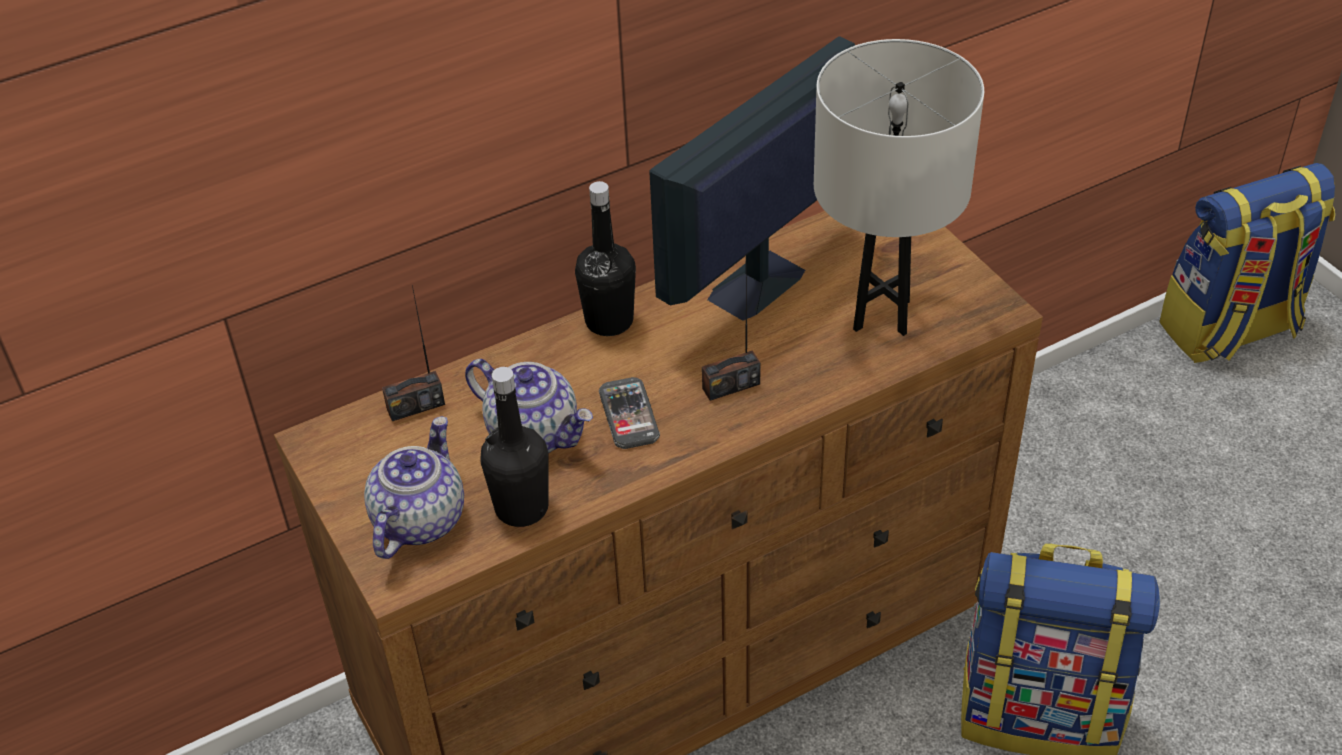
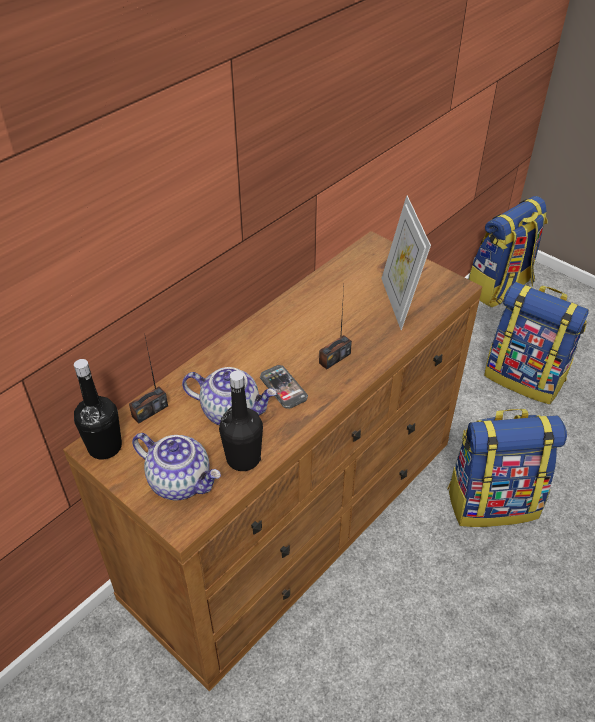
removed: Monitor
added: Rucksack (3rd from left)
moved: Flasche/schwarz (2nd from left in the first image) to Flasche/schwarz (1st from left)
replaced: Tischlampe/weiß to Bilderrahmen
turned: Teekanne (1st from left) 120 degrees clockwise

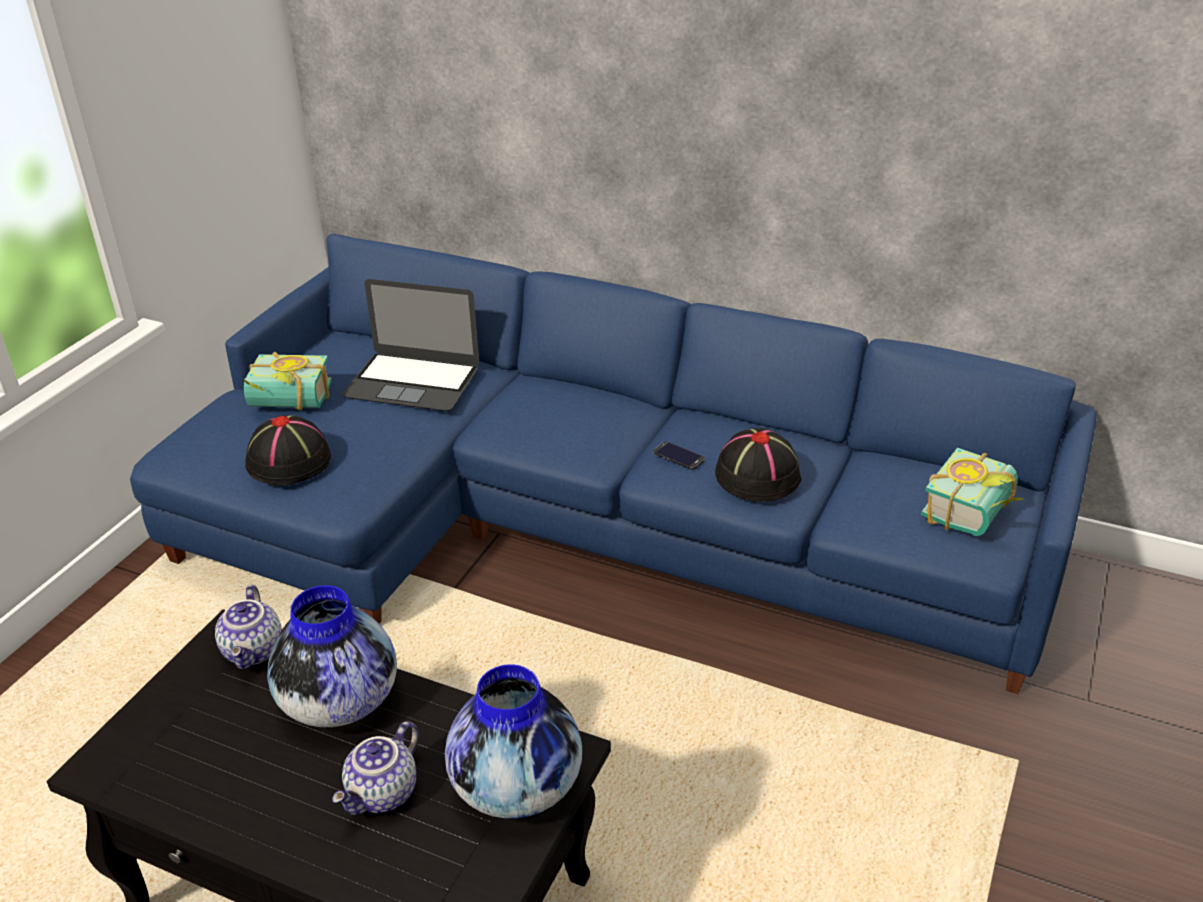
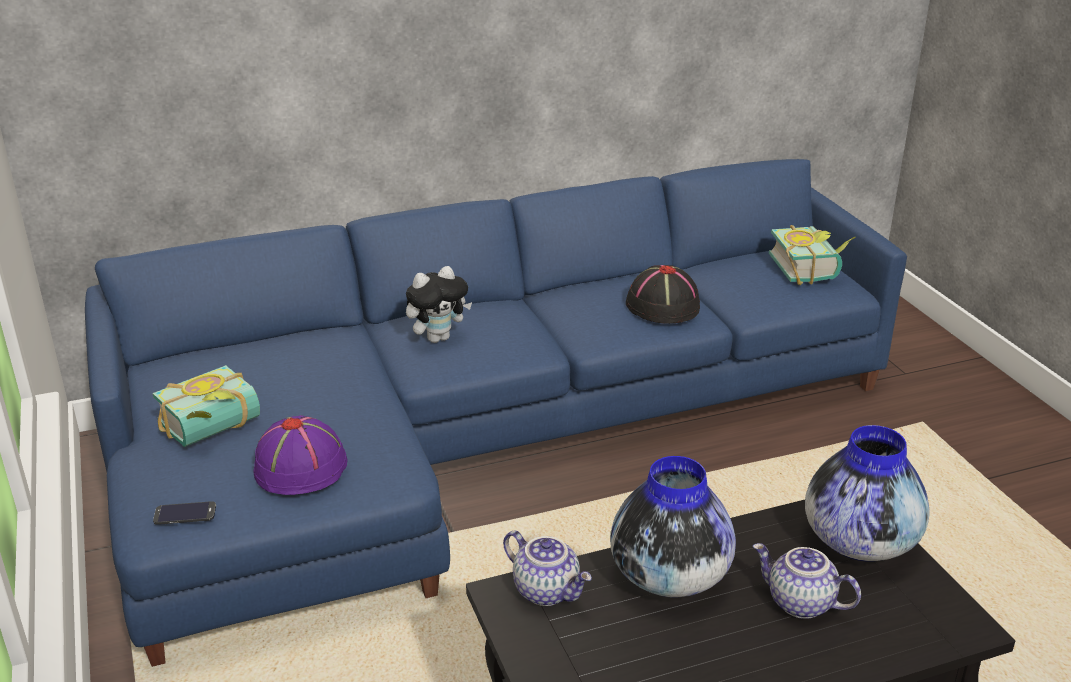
removed: Laptop
added: Plüschtier
moved: Handy
recoloured: Hut/schwarz (1st from left) to Hut/lila
turned: Teekanne (2nd from left) 135 degrees clockwise

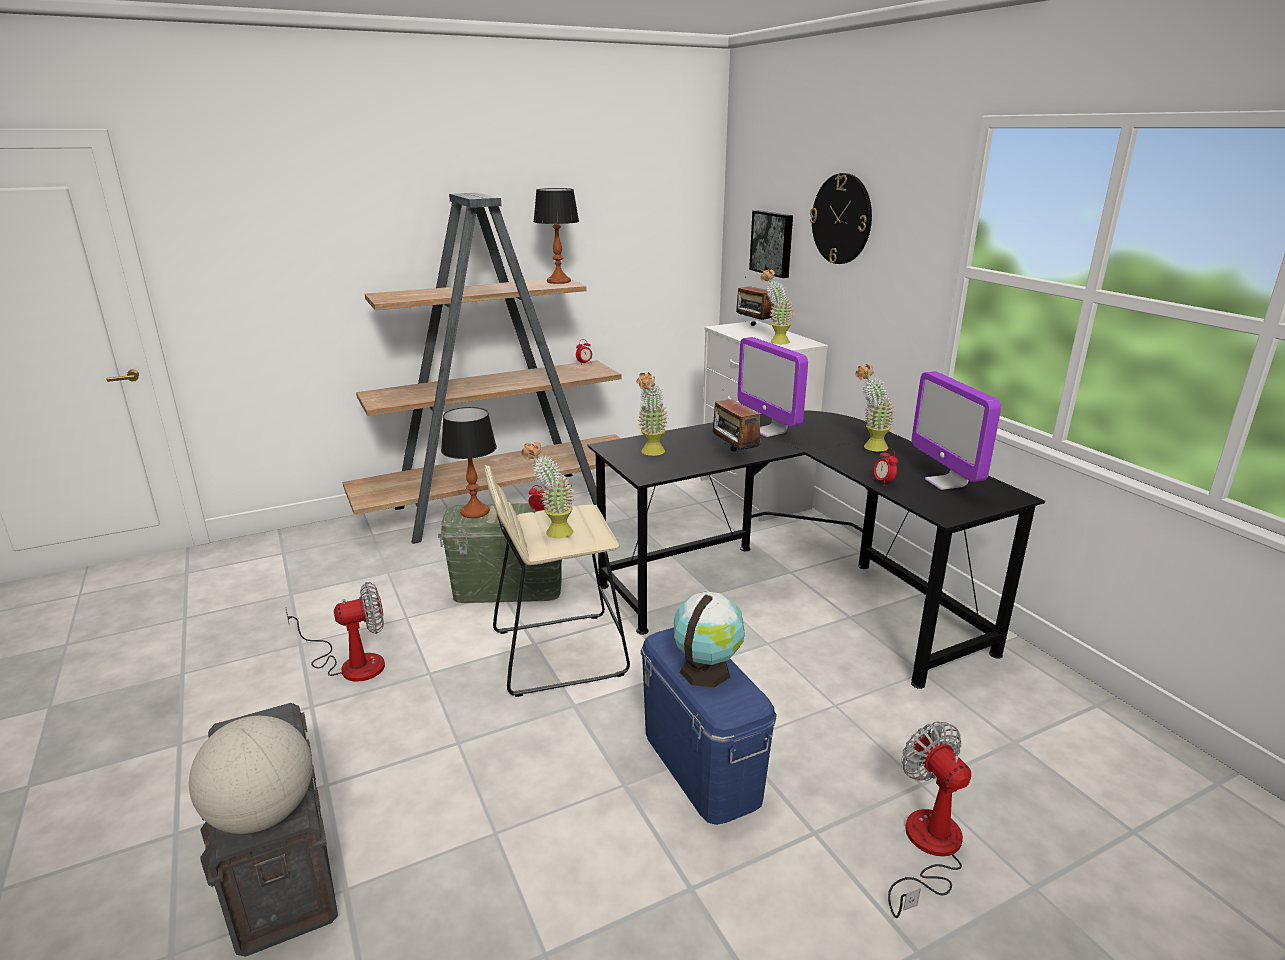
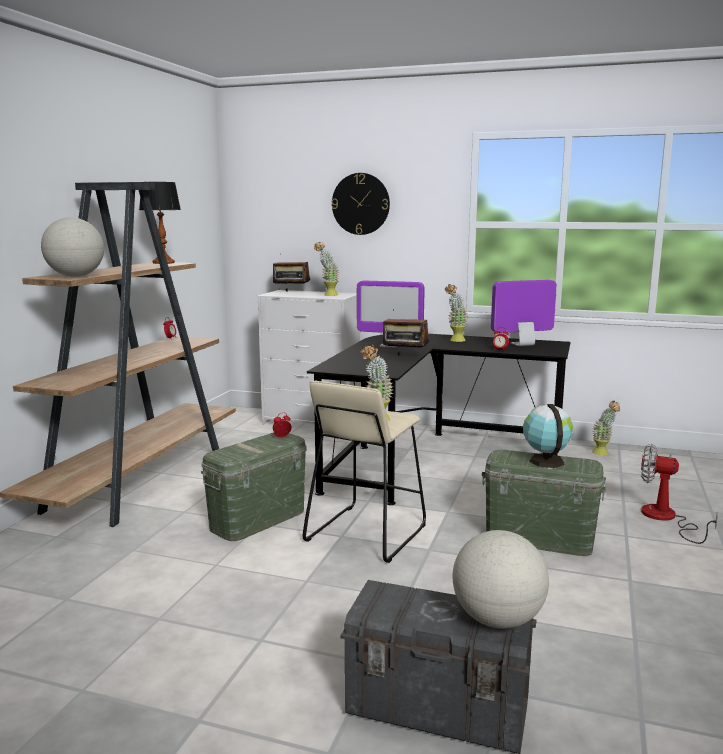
removed: Ventilator (1st from left); Tischlampe (1st from left); Bild
added: Globus (1st from left)
moved: Topfpflanze (2nd from left in the first image) to Topfpflanze (4th from left)
recoloured: Aufbewahrungsbox/blau to Aufbewahrungsbox/grün (2nd from left)
turned: Monitor (2nd from left) 135 degrees clockwise

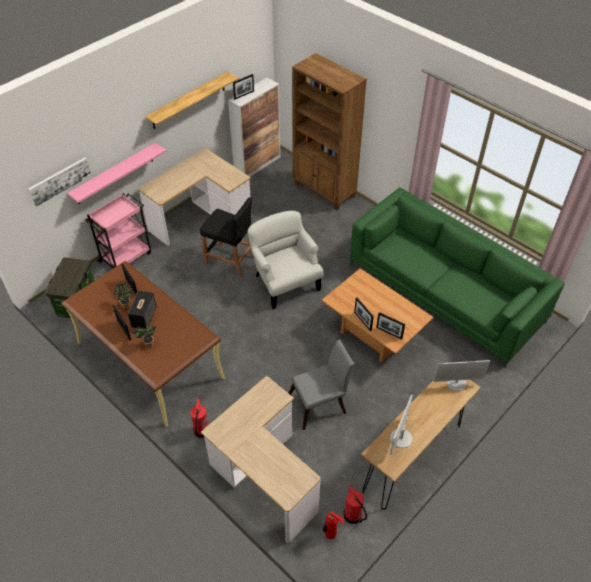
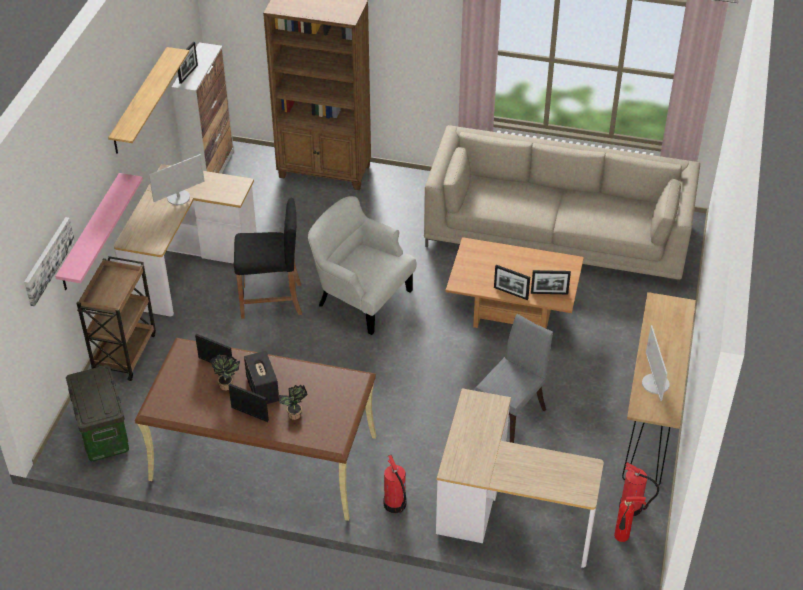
moved: Monitor (2nd from left in the first image) to Monitor (1st from left)
recoloured: Rollwagen/rosa to Rollwagen/braun; Sofa/grün to Sofa/beige

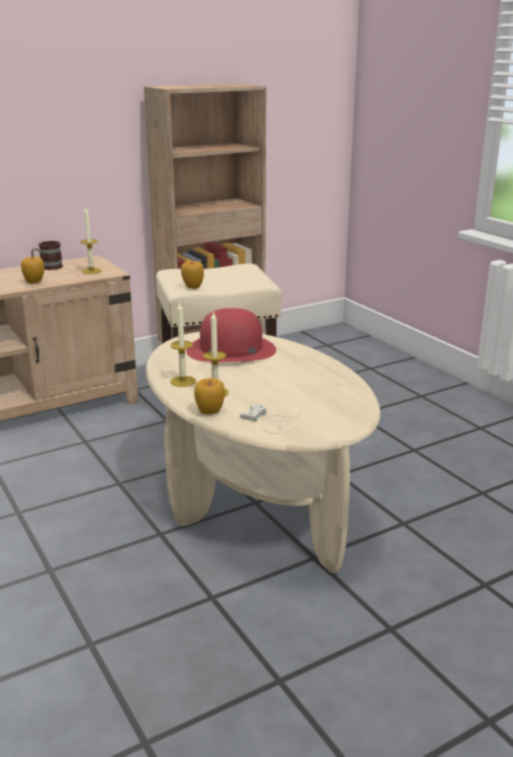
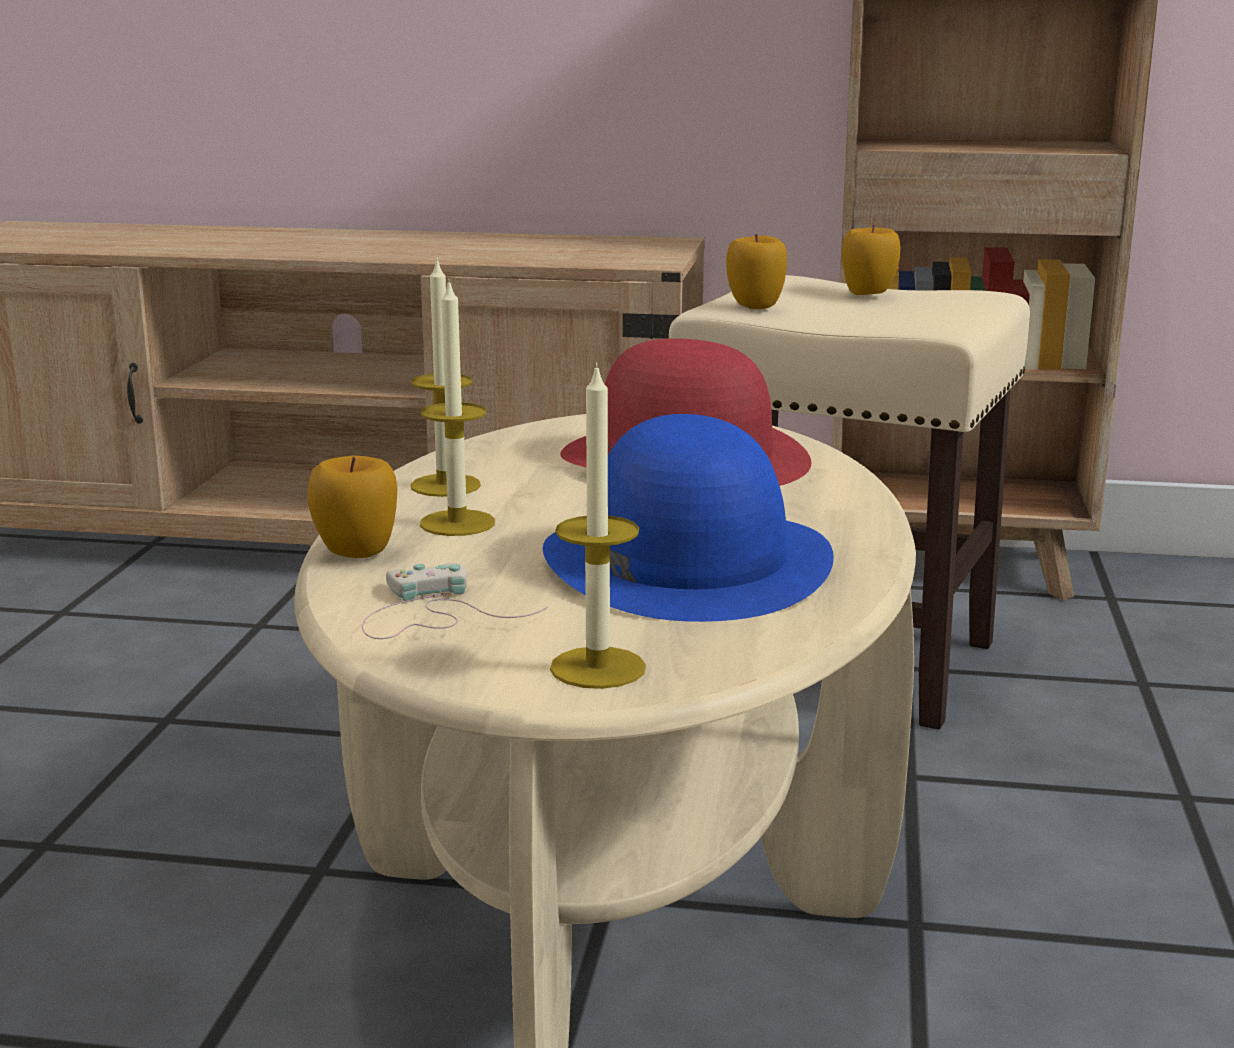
removed: Henkelbecher
added: Hut/blau
moved: Apfel (1st from left in the first image) to Apfel (3rd from left); Kerze (1st from left in the first image) to Kerze (3rd from left)

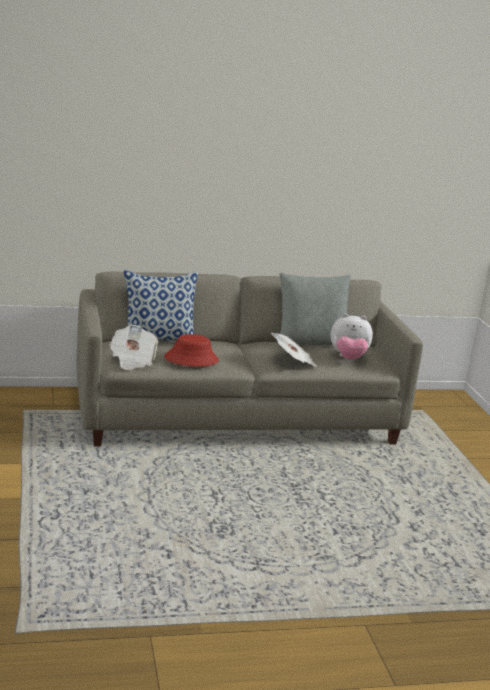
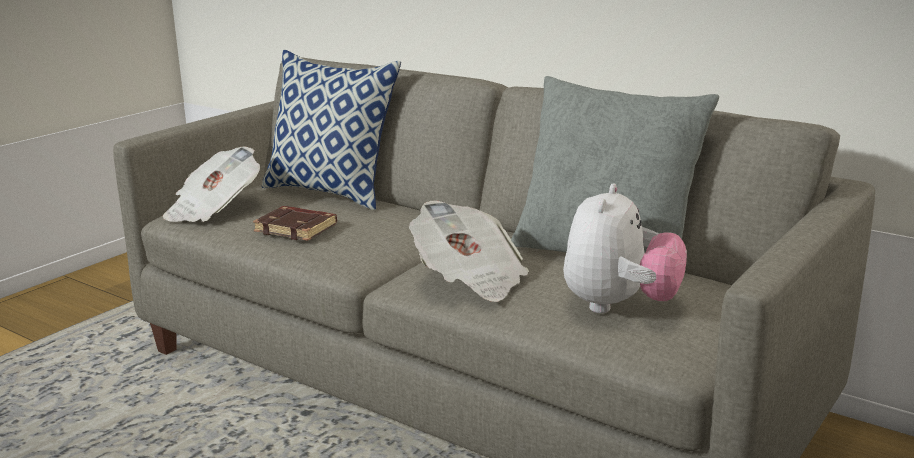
replaced: Hut/rot to Buch/braun
turned: Plüschtier 120 degrees counterclockwise

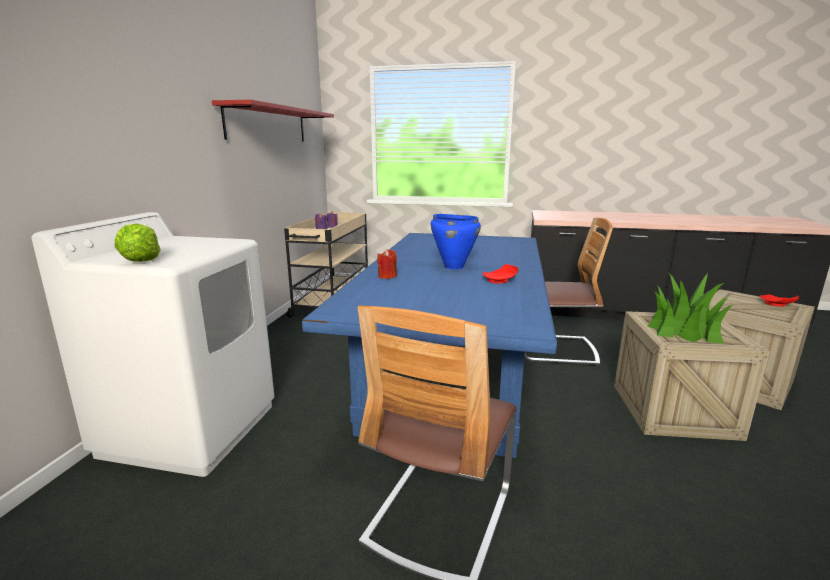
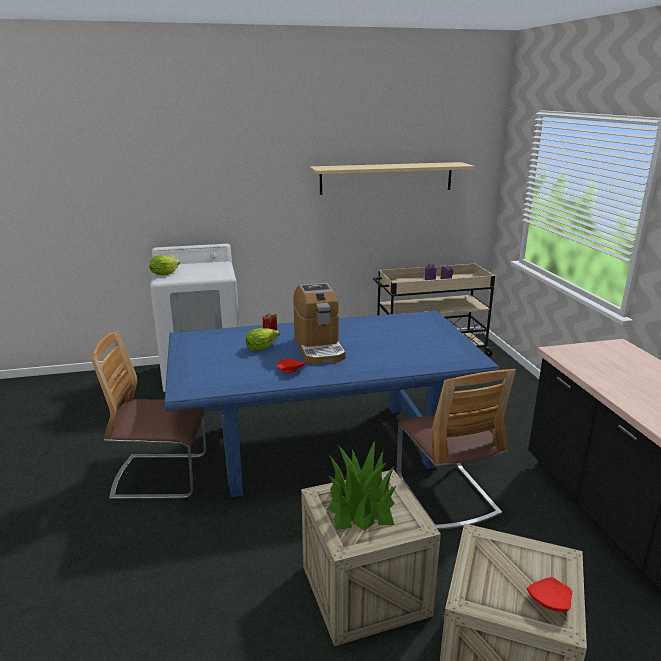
added: Salatkopf (2nd from left)
replaced: Kochtopf/blau to Kaffeemaschine
recoloured: Wandregal/rot to Wandregal/beige

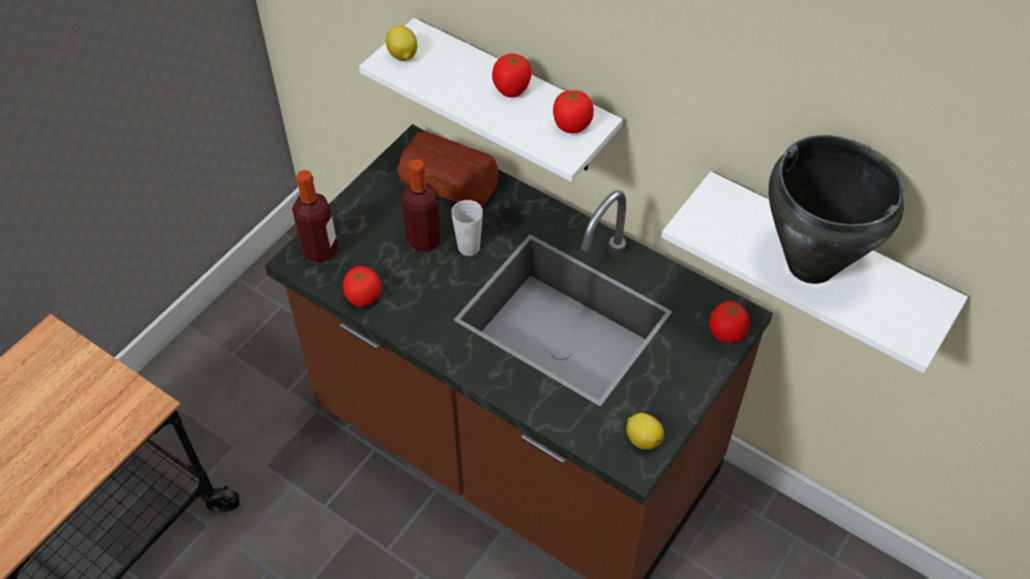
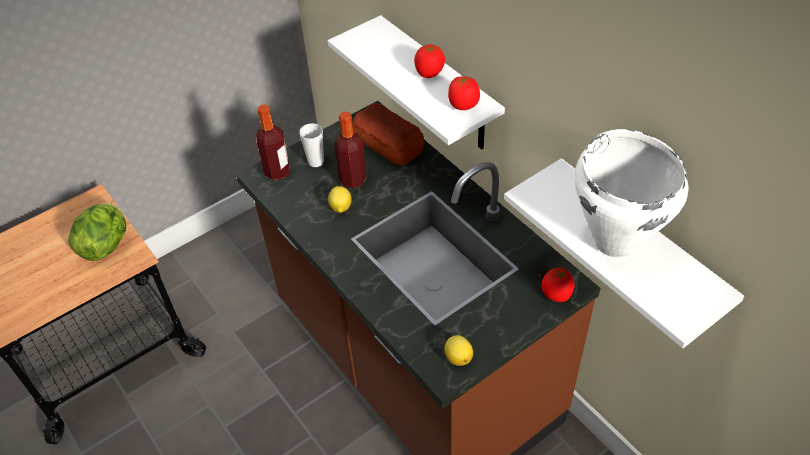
removed: Tomate (1st from left)
added: Salatkopf
moved: Zitrone (1st from left); Tasse
recoloured: Kochtopf/schwarz to Kochtopf/weiß

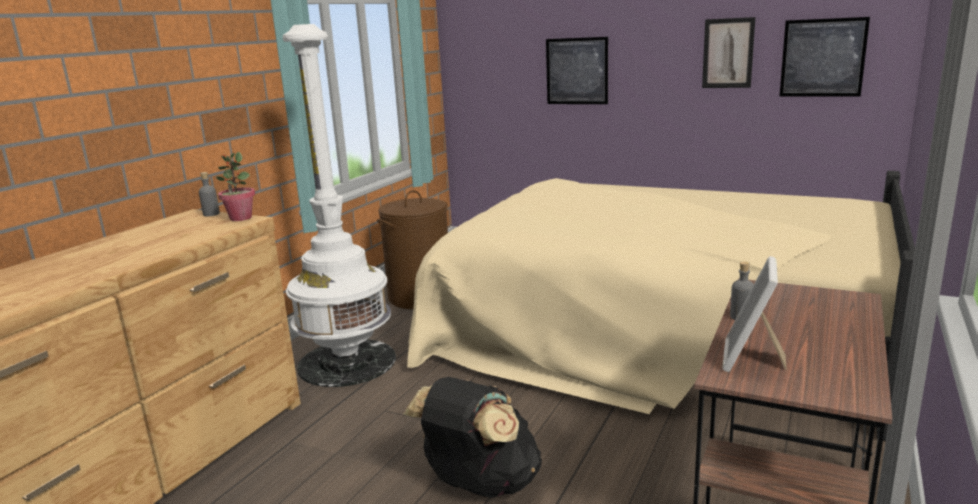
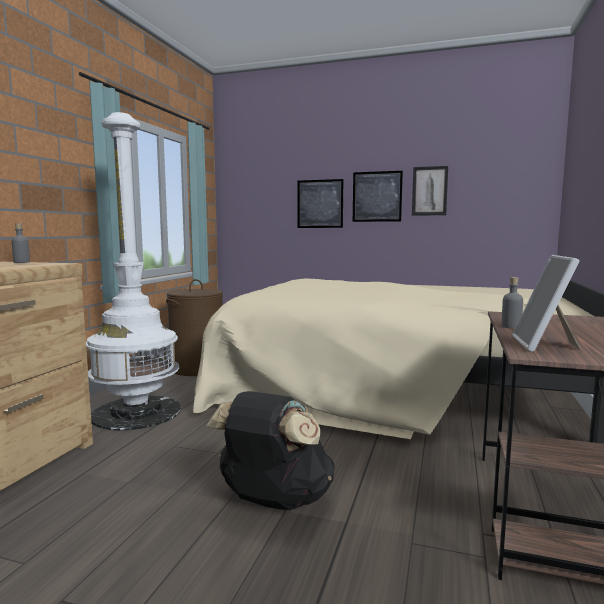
removed: Topfpflanze
moved: Bild (3rd from left in the first image) to Bild (2nd from left)

